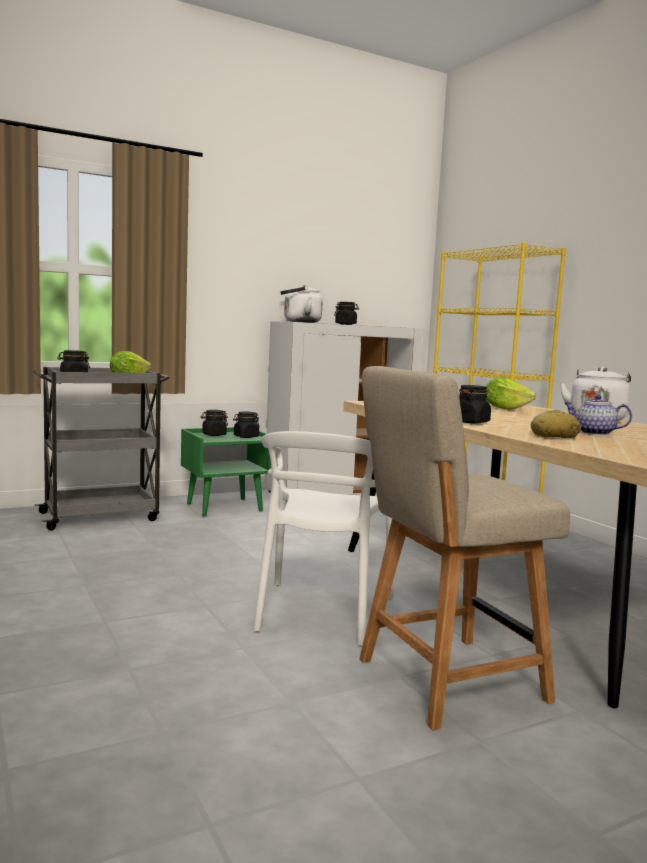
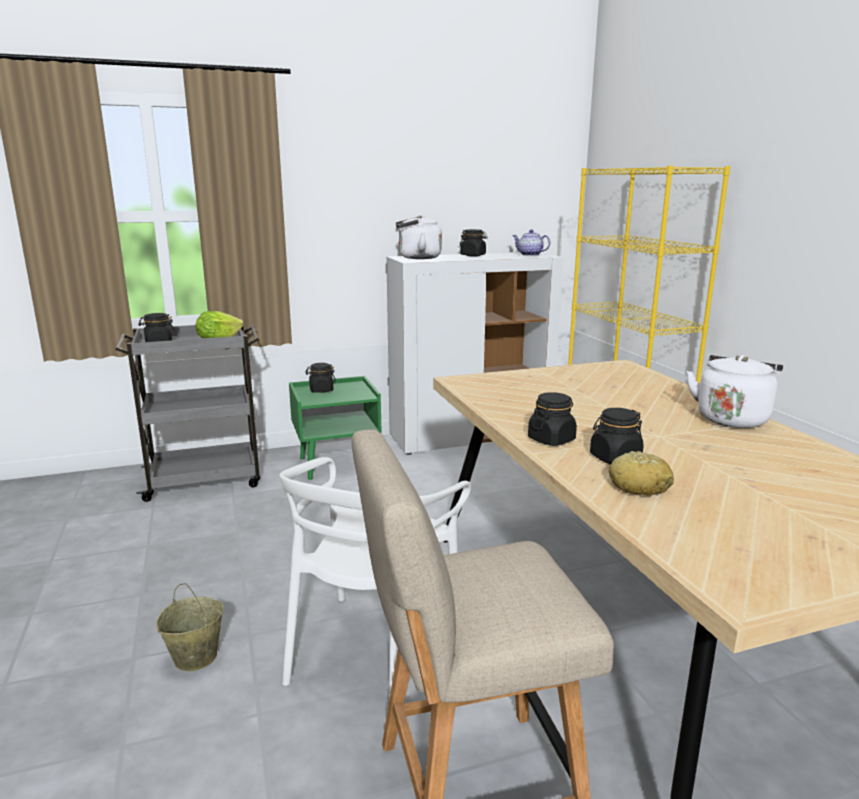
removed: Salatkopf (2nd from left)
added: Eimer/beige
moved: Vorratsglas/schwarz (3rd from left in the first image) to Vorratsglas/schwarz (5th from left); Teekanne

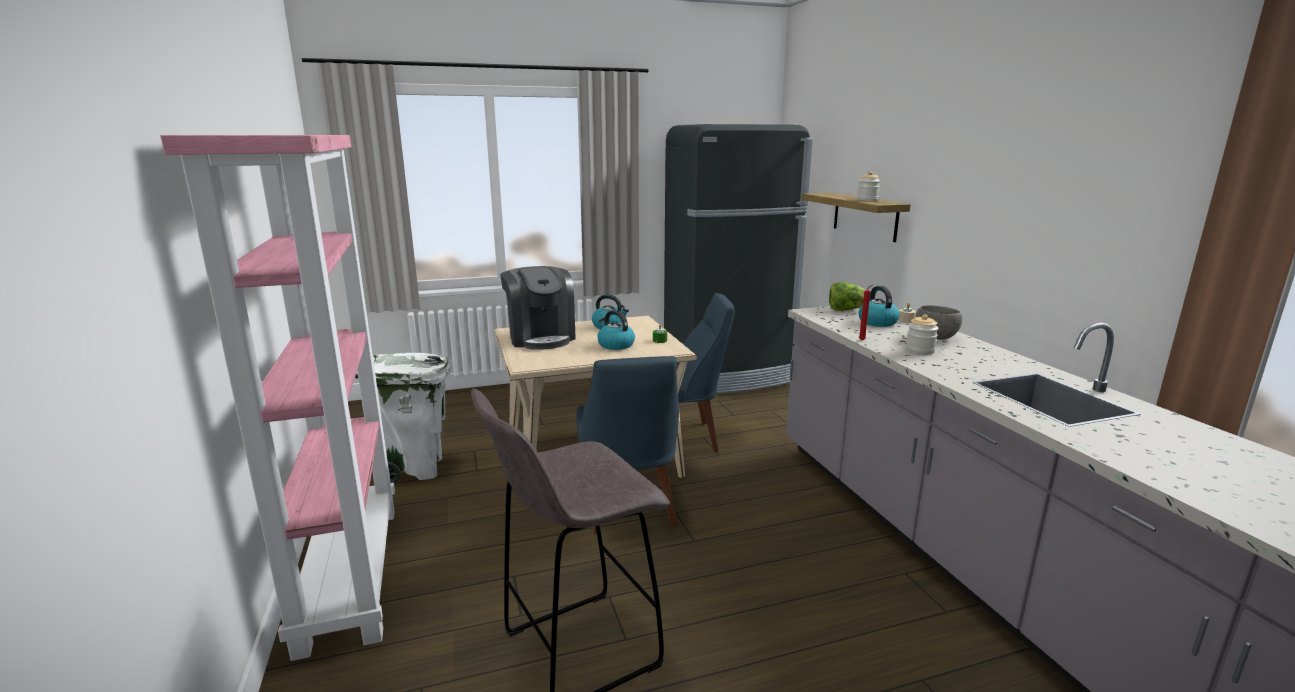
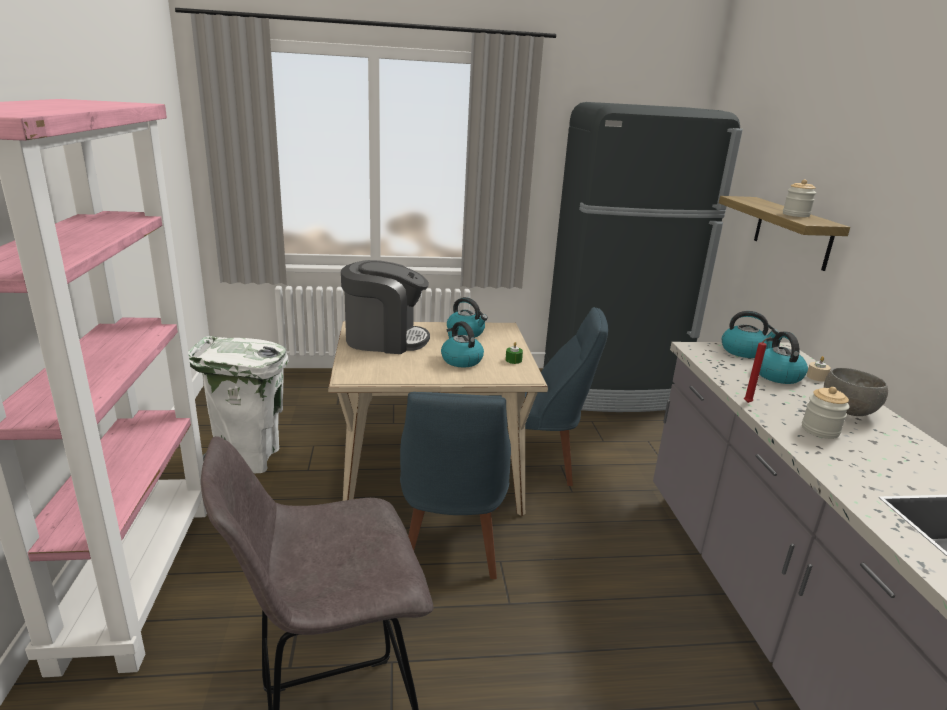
replaced: Salatkopf to Wasserkessel (3rd from left)
turned: Kaffeemaschine 75 degrees counterclockwise

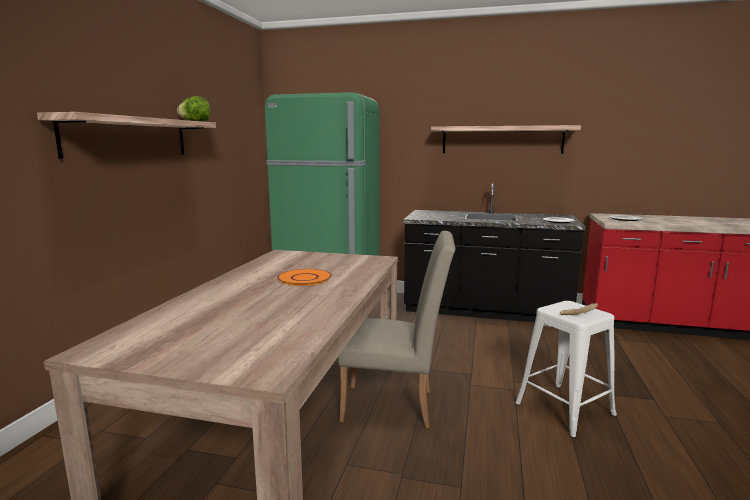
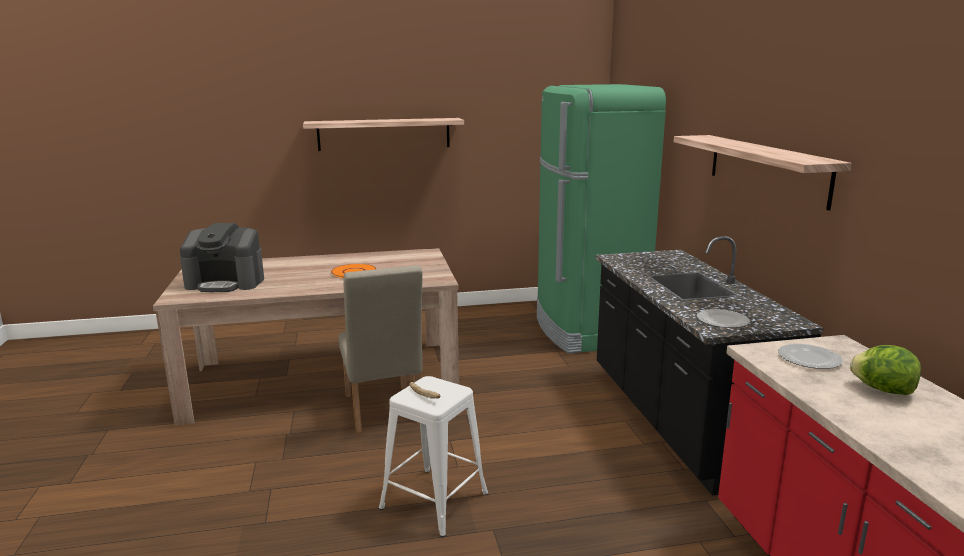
added: Kaffeemaschine
moved: Salatkopf

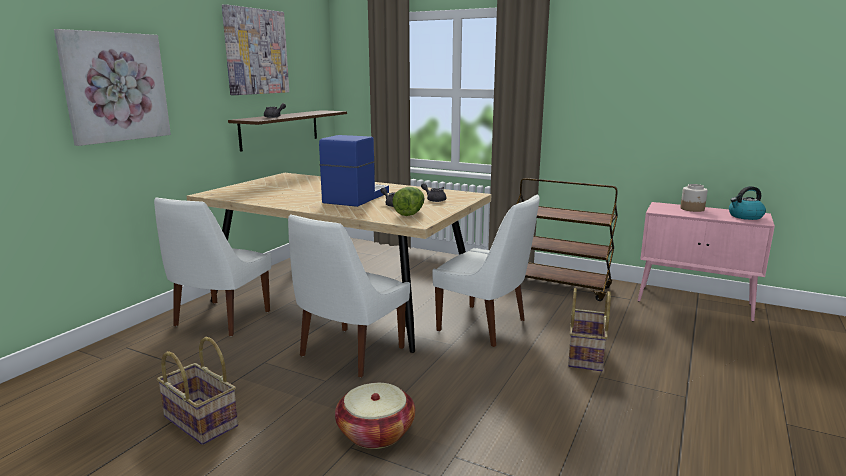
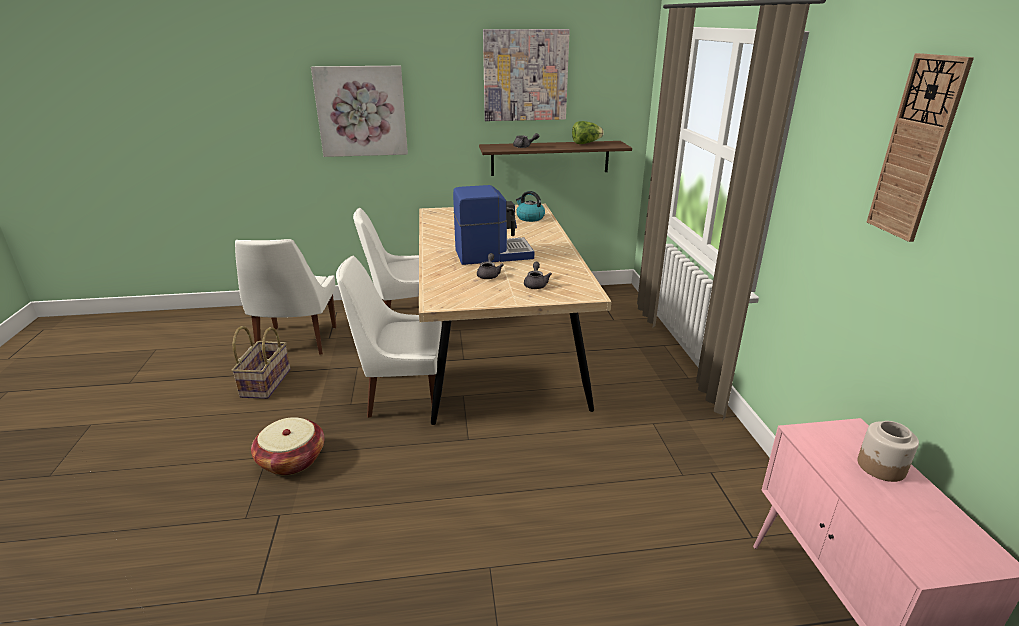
removed: Rollwagen/braun; Korb (3rd from left)
added: Wanduhr
moved: Salatkopf; Stuhl/weiß (3rd from left in the first image) to Stuhl/weiß (1st from left); Wasserkessel

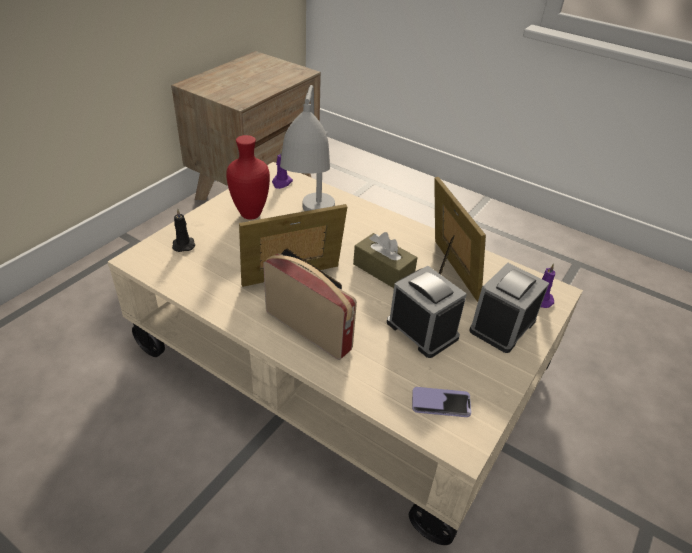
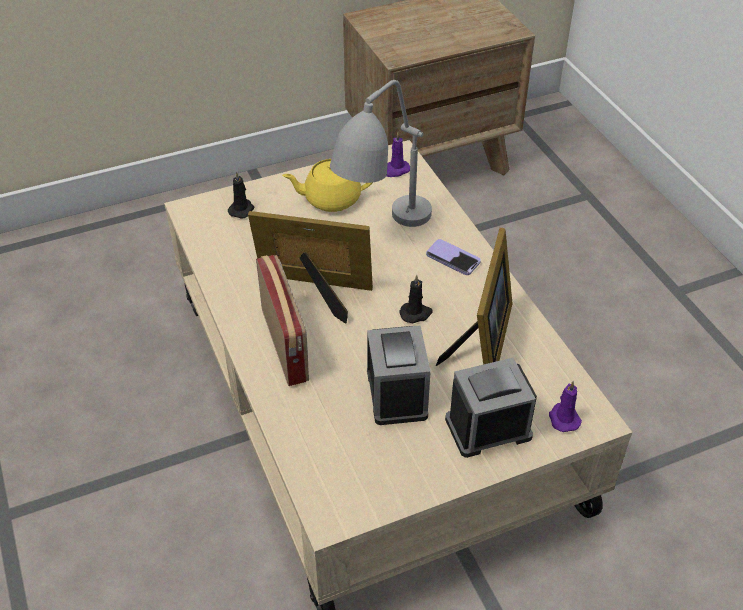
moved: Handy
replaced: Vase/rot to Teekanne/gelb; Taschentuchbox/braun to Kerze/schwarz (2nd from left)

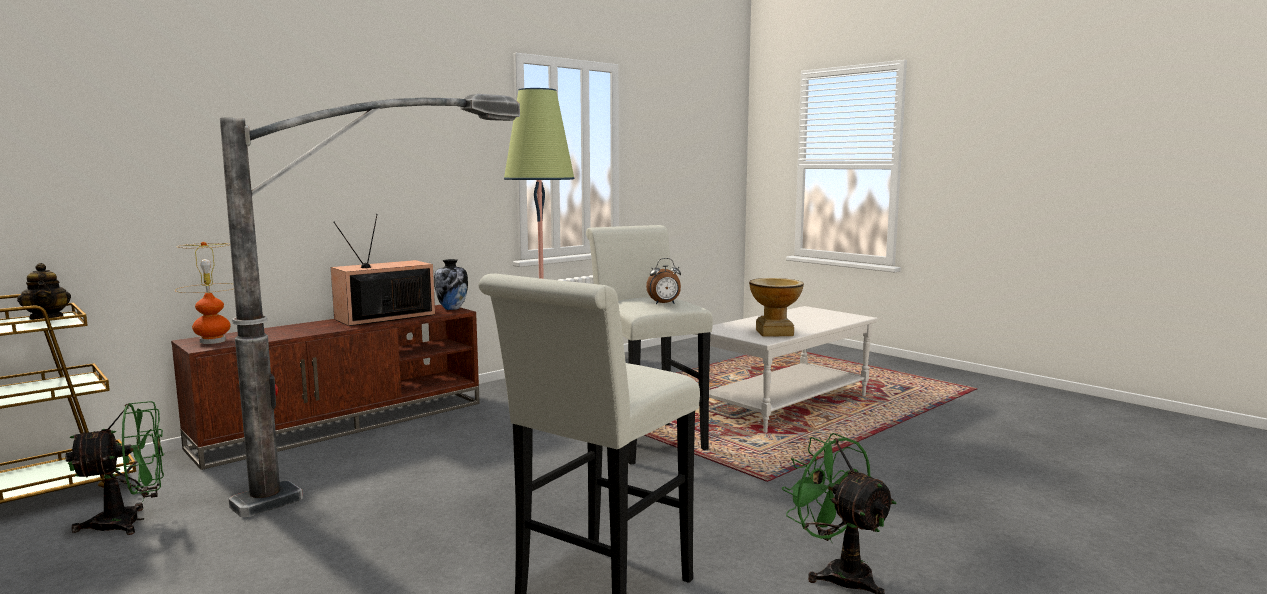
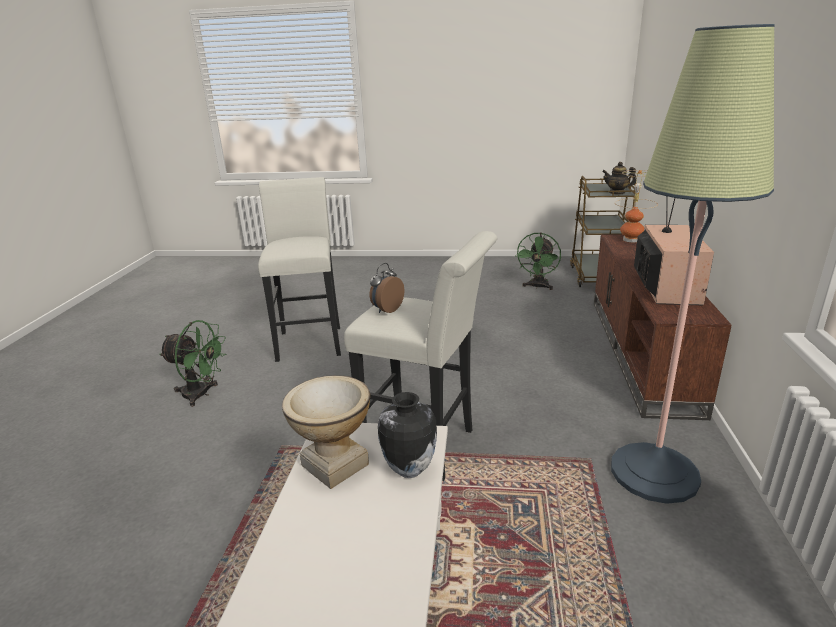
removed: Stehlampe (1st from left)
moved: Vase (1st from left in the first image) to Vase (2nd from left)

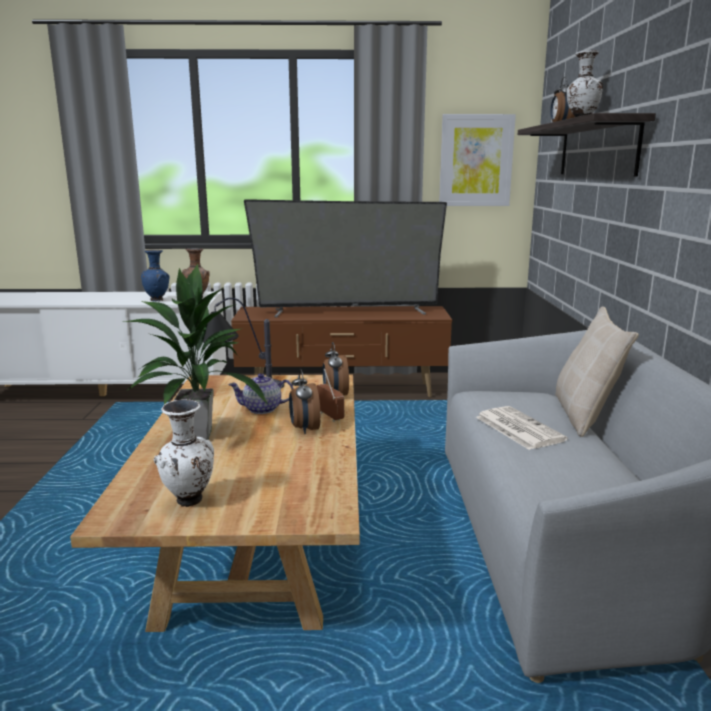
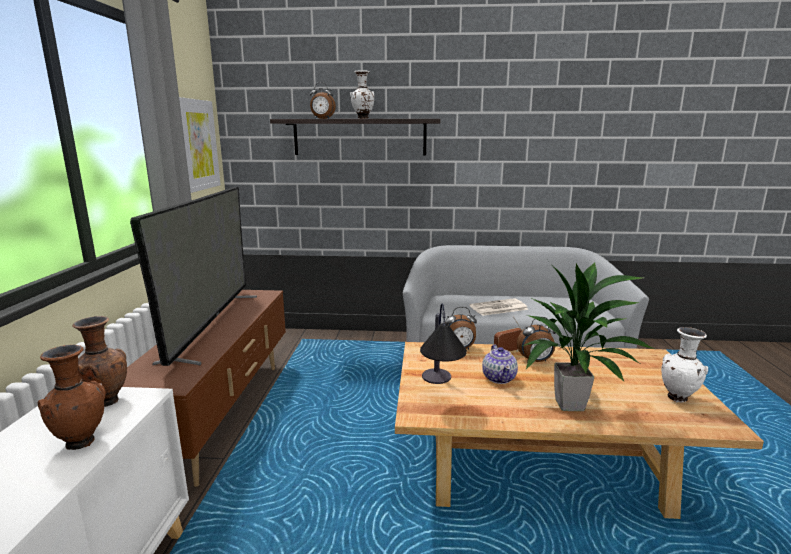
removed: Kissen/beige
recoloured: Vase/blau to Vase/braun (1st from left)

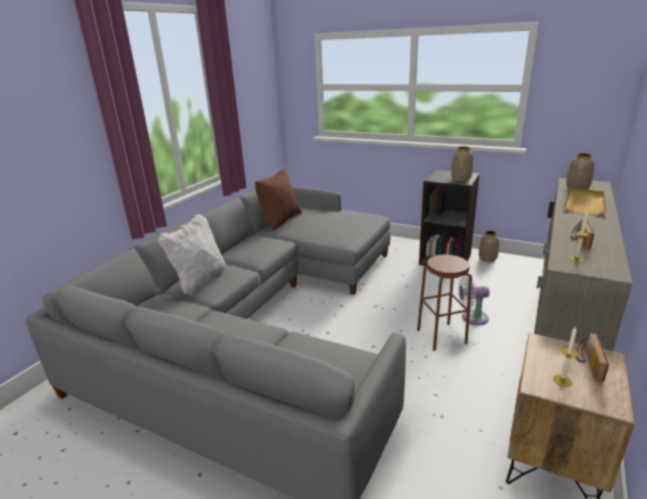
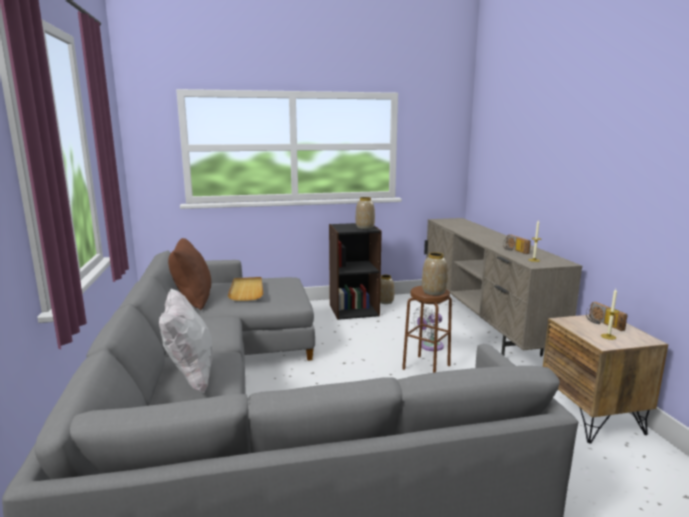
moved: Tablett/beige; Vase (3rd from left)

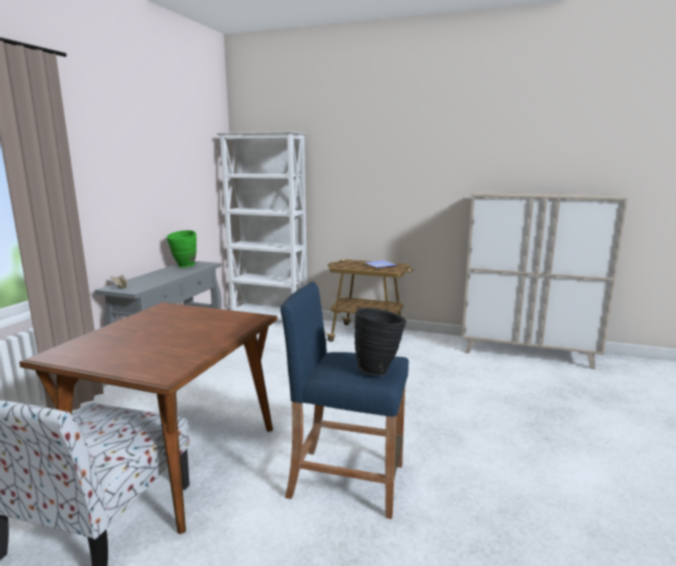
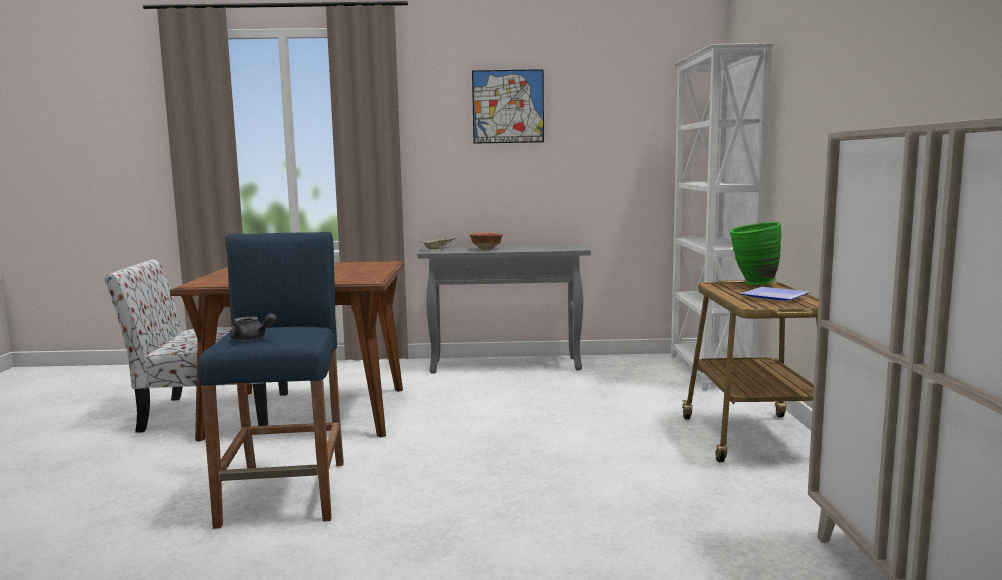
added: Schüssel; Bild
moved: Vase/grün
replaced: Vase/schwarz to Teekanne/grau

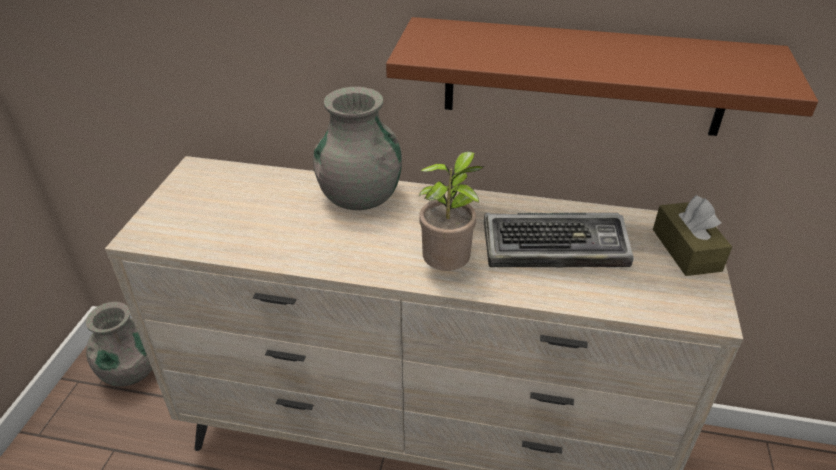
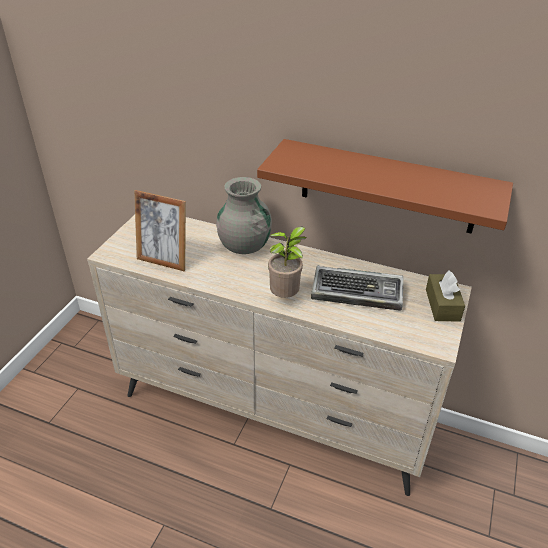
removed: Vase/grau (1st from left)
added: Bilderrahmen

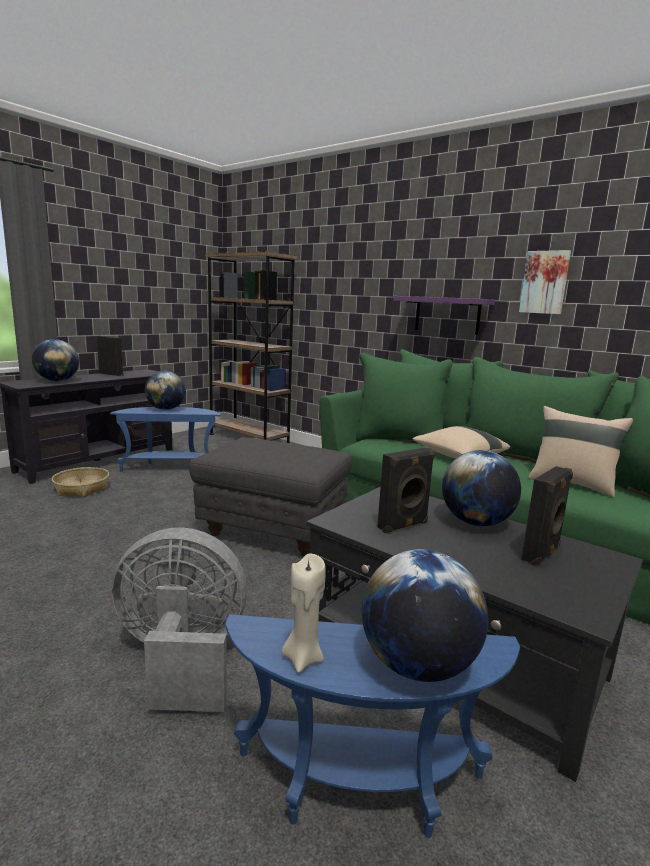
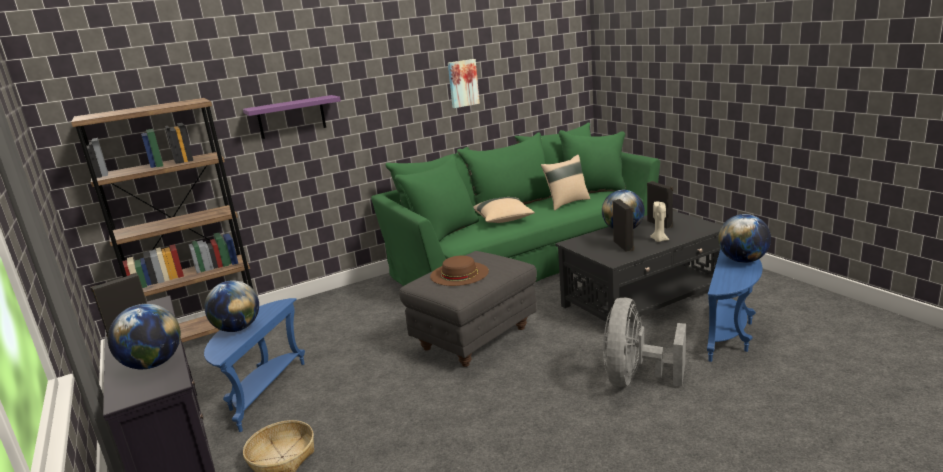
added: Hut/braun
moved: Kerze/beige; Wandregal/lila

